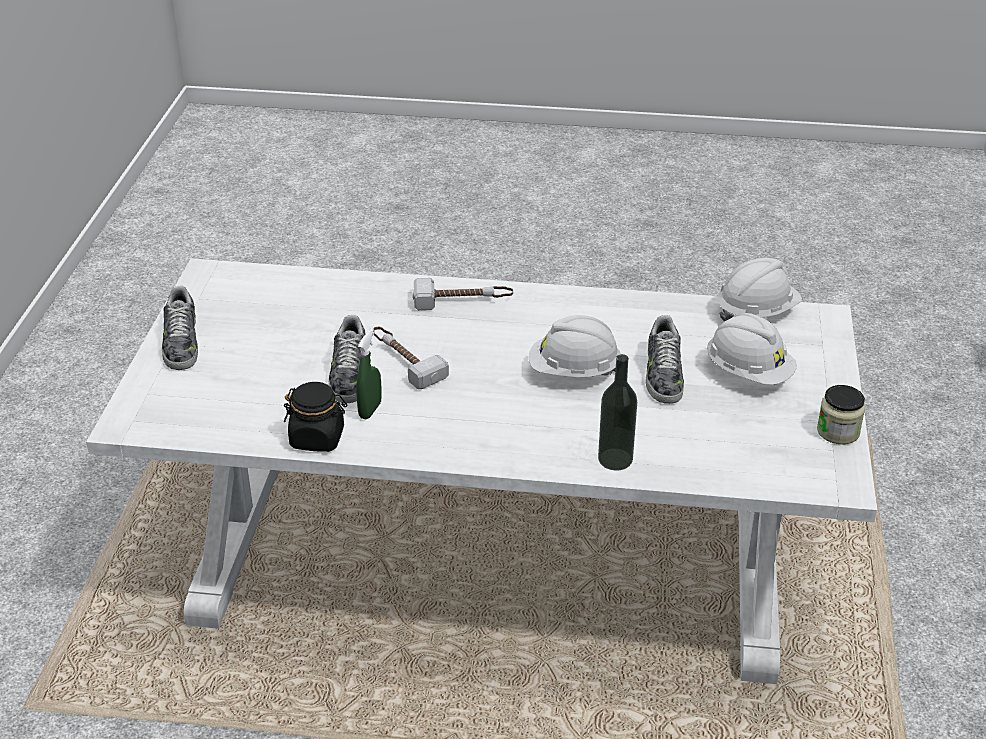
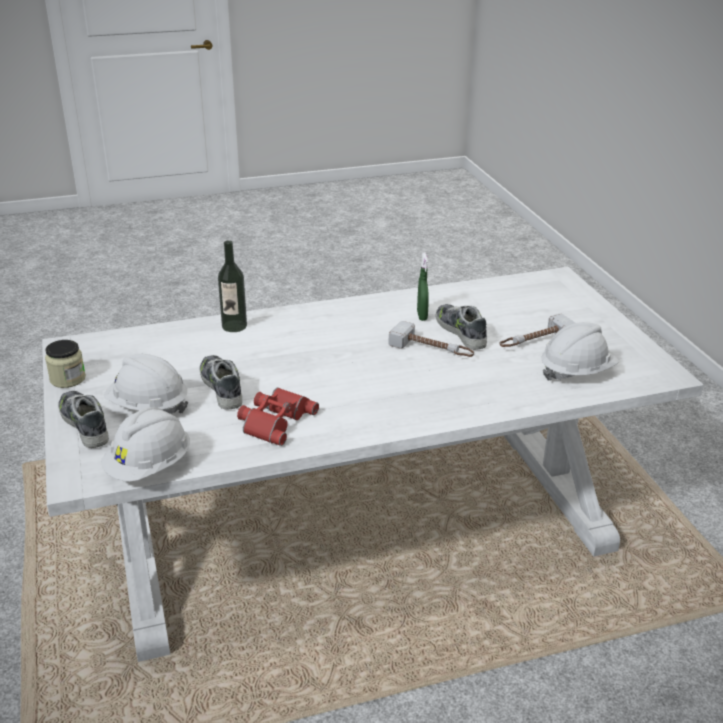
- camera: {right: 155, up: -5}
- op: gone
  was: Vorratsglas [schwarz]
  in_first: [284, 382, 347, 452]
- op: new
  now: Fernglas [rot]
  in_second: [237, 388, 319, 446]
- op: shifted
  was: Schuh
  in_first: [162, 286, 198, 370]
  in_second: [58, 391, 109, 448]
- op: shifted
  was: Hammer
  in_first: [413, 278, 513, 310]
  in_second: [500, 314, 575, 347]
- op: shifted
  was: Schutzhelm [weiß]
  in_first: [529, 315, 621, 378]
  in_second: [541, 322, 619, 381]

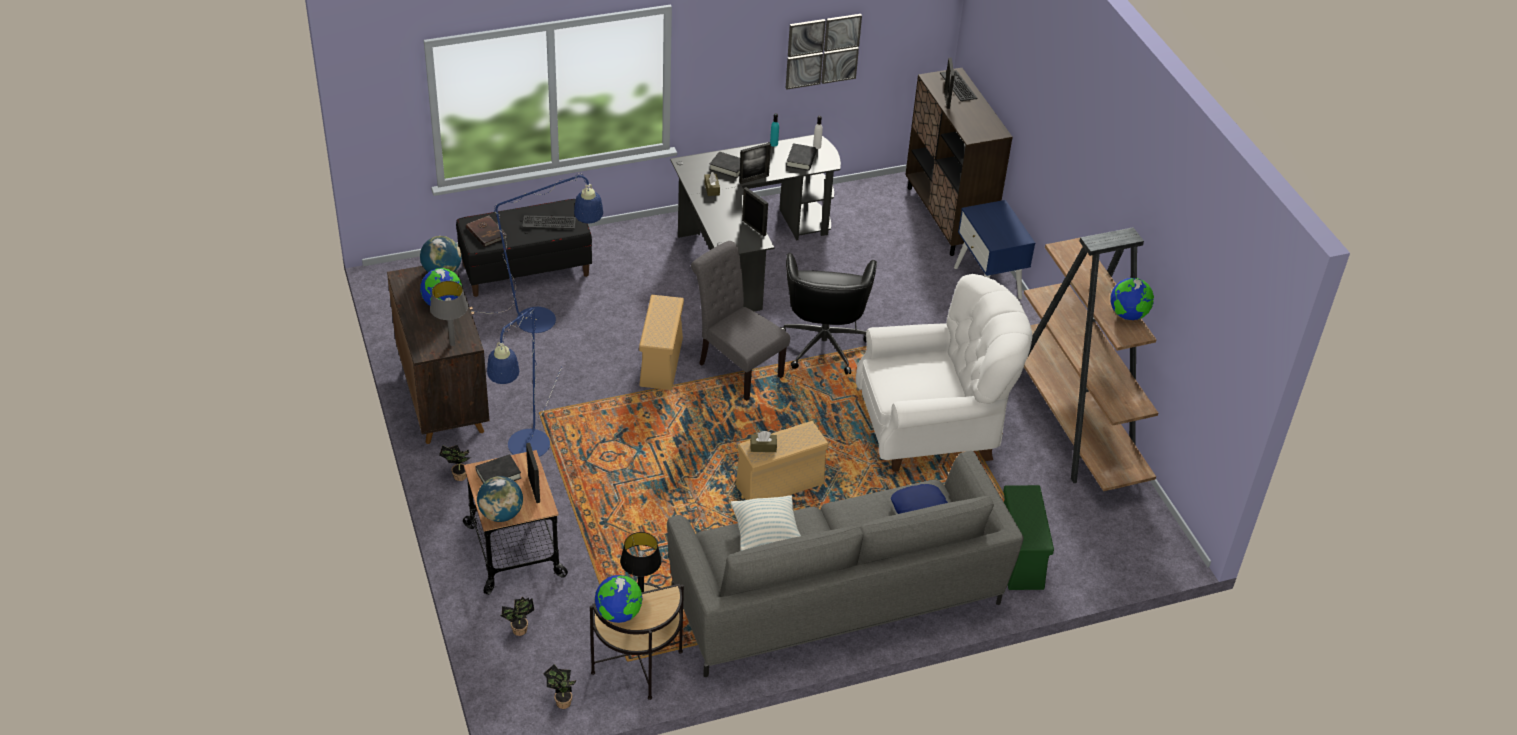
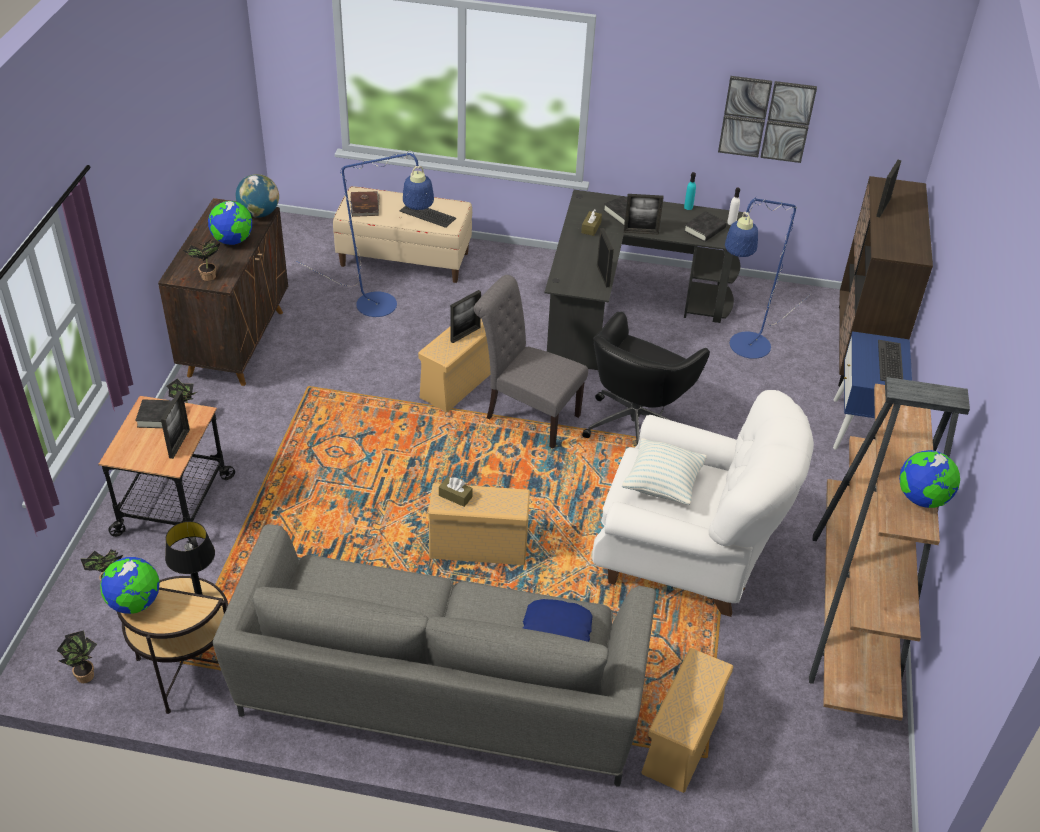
- camera: {right: 30, up: 0}
- op: gone
  was: Globus
  in_first: [477, 476, 523, 522]
- op: new
  now: Bilderrahmen
  in_second: [450, 290, 481, 343]
- op: shifted
  was: Stehlampe [blau]
  in_first: [487, 308, 562, 457]
  in_second: [725, 197, 811, 359]
- op: shifted
  was: Kissen
  in_first: [731, 495, 801, 551]
  in_second: [622, 438, 707, 505]
- op: shifted
  was: Tastatur
  in_first: [940, 70, 978, 101]
  in_second: [878, 340, 903, 381]
- op: swapped
  was: Tischlampe [grau]
  now: Topfpflanze
  in_first: [430, 281, 468, 346]
  in_second: [183, 240, 221, 281]
- op: repainted
  was: Bank [schwarz]
  now: Bank [beige]
  in_first: [456, 199, 592, 297]
  in_second: [333, 186, 472, 283]
- op: repainted
  was: Aufbewahrungsbox [grün]
  now: Aufbewahrungsbox [beige]
  in_first: [1003, 485, 1054, 590]
  in_second: [641, 648, 734, 793]
- op: rotated
  was: Stuhl [grau]
  in_first: [691, 241, 790, 401]
  in_second: [474, 275, 588, 449]
  clockwise: -45

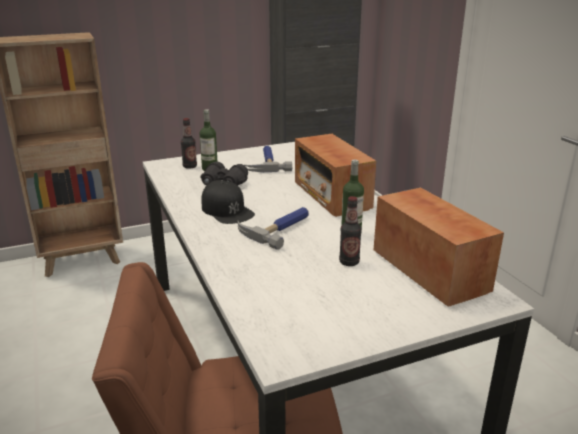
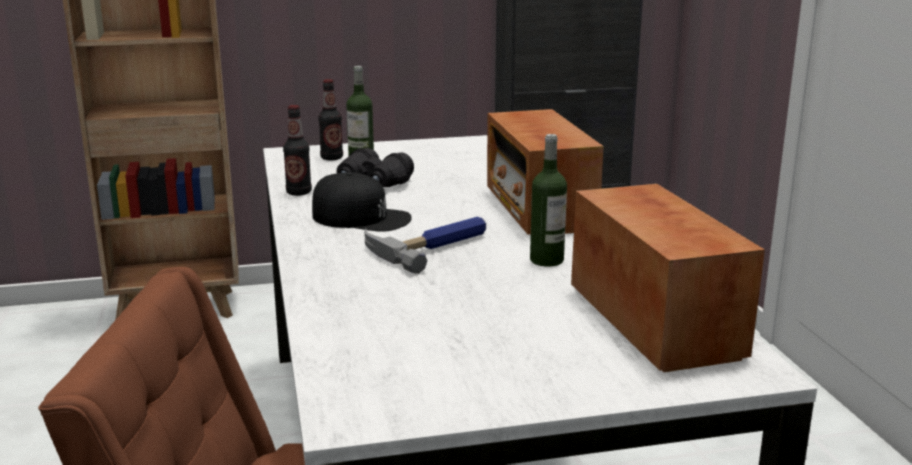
- camera: {right: 10, up: -5}
- op: gone
  was: Hammer
  in_first: [244, 146, 292, 172]
- op: shifted
  was: Flasche
  in_first: [339, 196, 362, 266]
  in_second: [283, 105, 312, 196]
- op: rotated
  was: Kappe [schwarz]
  in_first: [202, 180, 255, 224]
  in_second: [312, 172, 412, 232]
  clockwise: -45

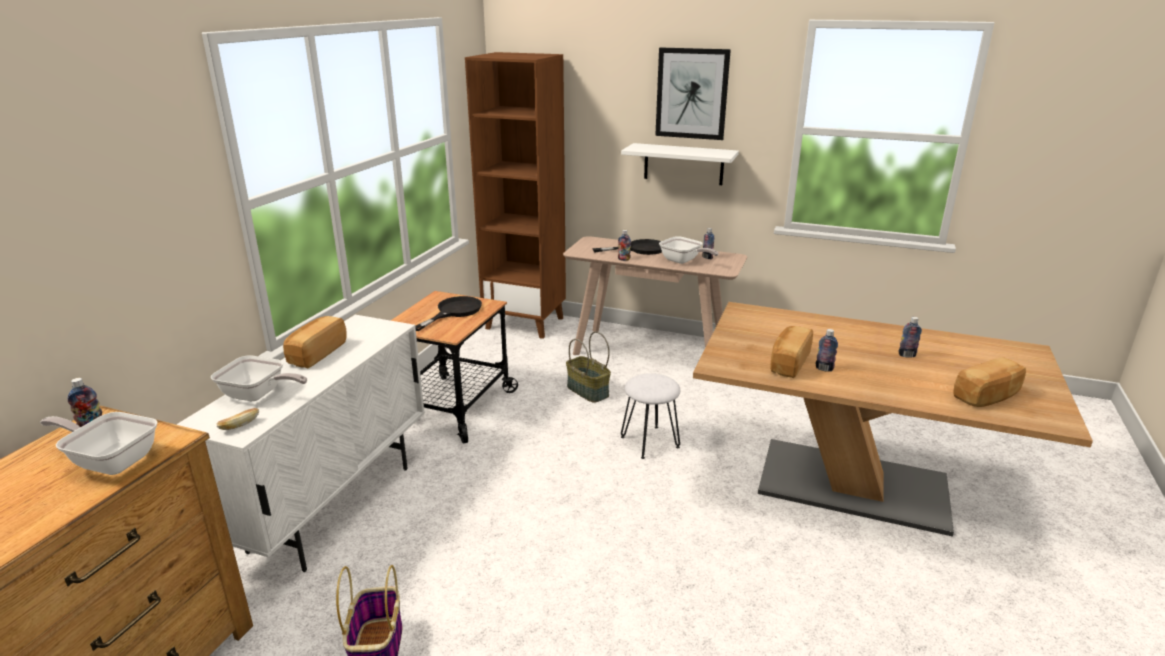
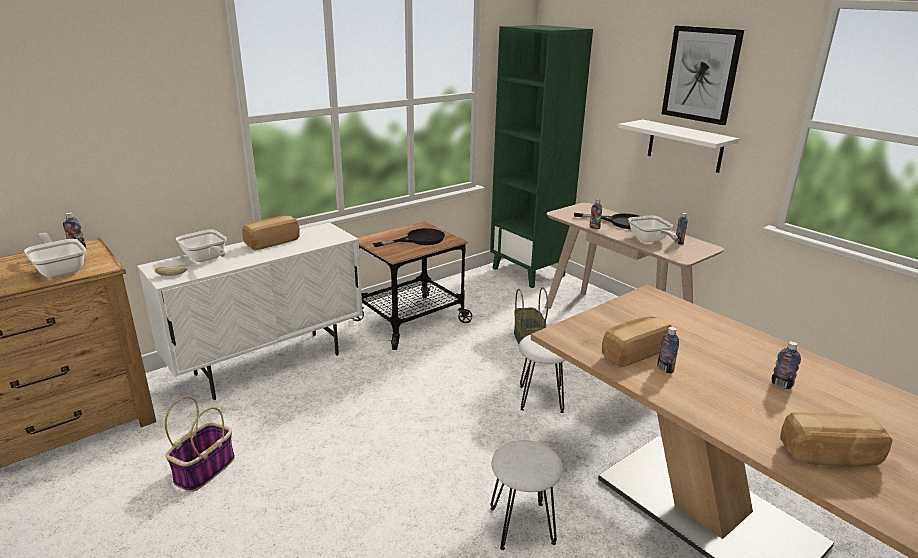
- camera: {right: 30, up: 0}
- op: new
  now: Hocker [weiß]
  in_second: [490, 440, 563, 550]
- op: repainted
  was: Bücherregal [braun]
  now: Bücherregal [grün]
  in_first: [465, 52, 566, 339]
  in_second: [490, 25, 593, 288]

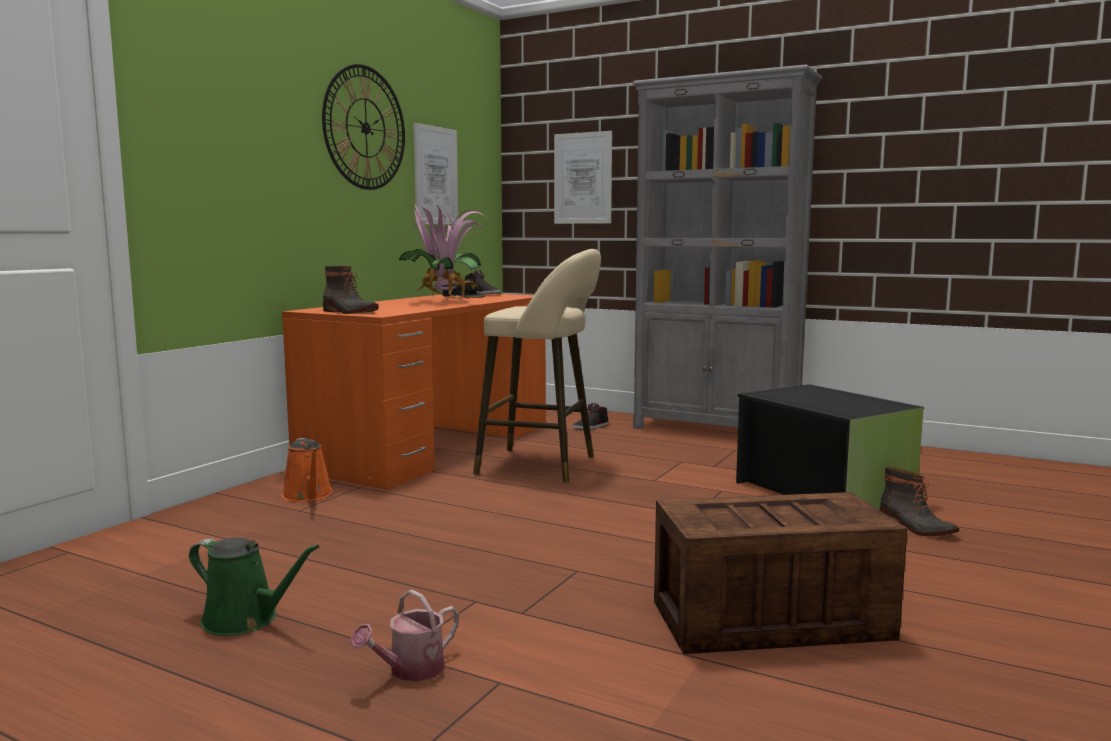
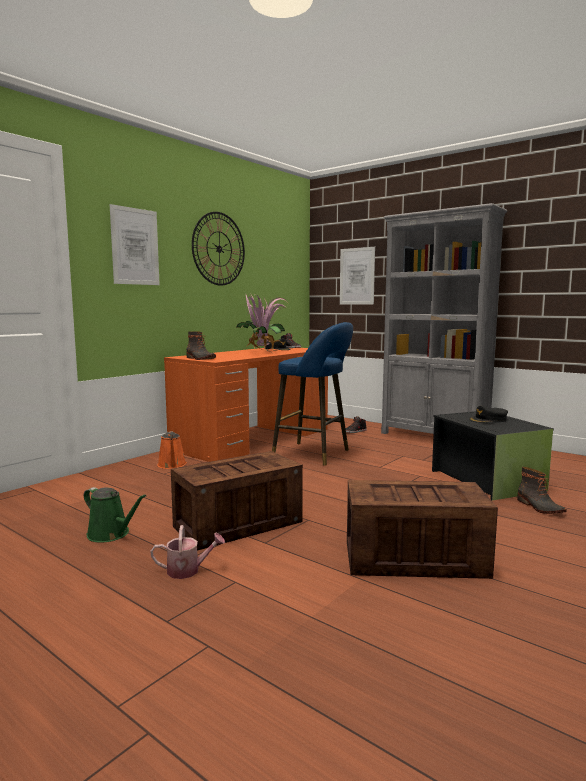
- camera: {right: 10, up: 0}
- op: new
  now: Kiste
  in_second: [171, 451, 303, 551]
- op: new
  now: Kappe [schwarz]
  in_second: [469, 405, 508, 423]
- op: shifted
  was: Bild
  in_first: [413, 123, 458, 224]
  in_second: [110, 204, 160, 285]
- op: repainted
  was: Hocker [beige]
  now: Hocker [blau]
  in_first: [473, 249, 601, 483]
  in_second: [272, 322, 353, 466]
- op: rotated
  was: Gießkanne
  in_first: [350, 590, 459, 681]
  in_second: [150, 525, 225, 579]
  clockwise: -150

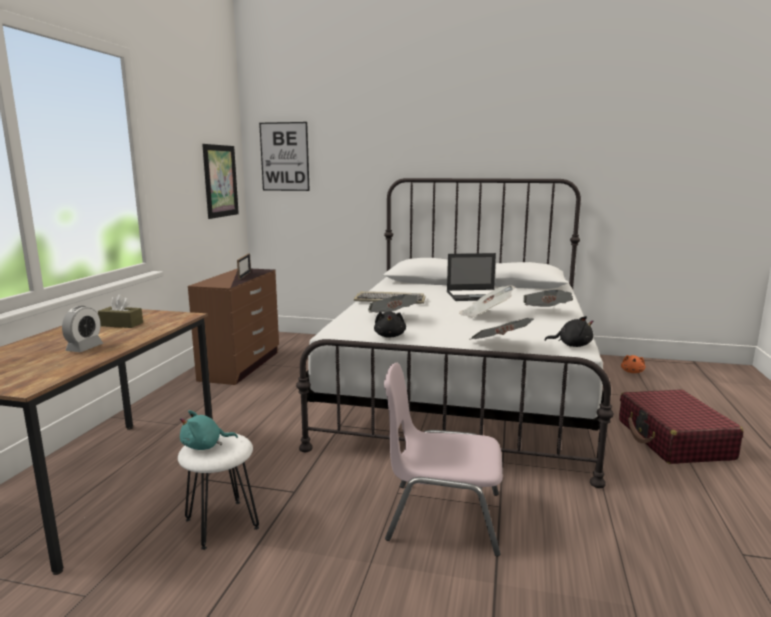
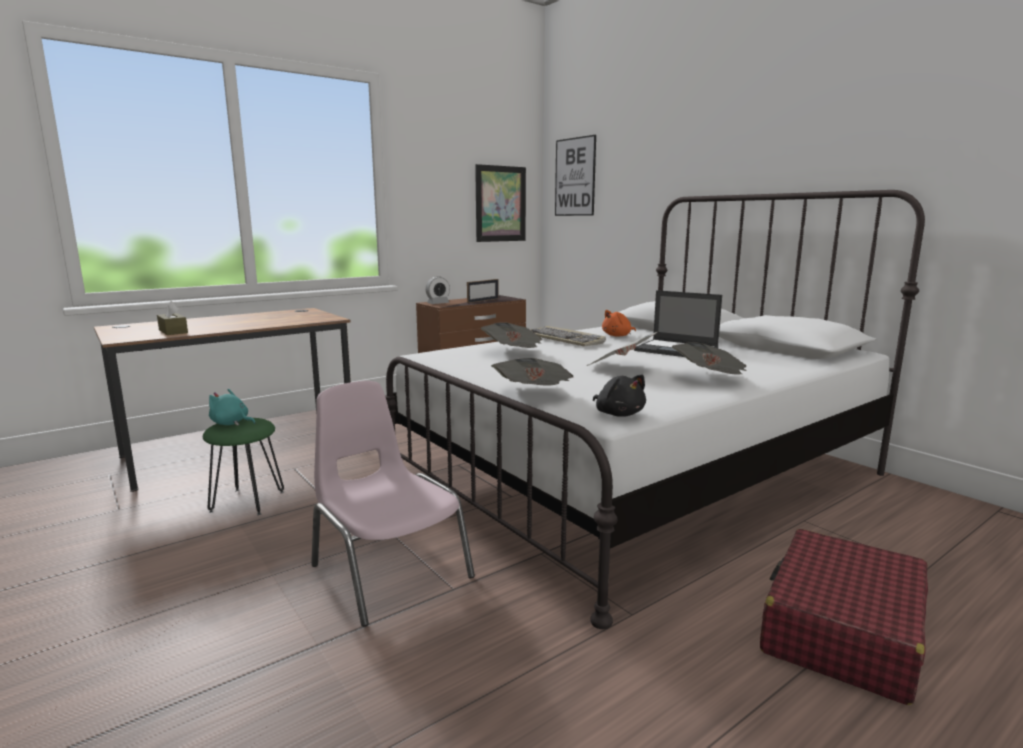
- camera: {right: 40, up: 0}
- op: gone
  was: Plüschtier [schwarz]
  in_first: [374, 311, 406, 338]
- op: shifted
  was: Wecker
  in_first: [62, 306, 103, 352]
  in_second: [426, 276, 450, 304]
- op: shifted
  was: Taschentuchbox [braun]
  in_first: [98, 295, 143, 328]
  in_second: [157, 301, 188, 335]
- op: shifted
  was: Plüschtier [orange]
  in_first: [621, 355, 645, 373]
  in_second: [602, 310, 636, 336]
- op: repainted
  was: Hocker [weiß]
  now: Hocker [grün]
  in_first: [178, 432, 259, 550]
  in_second: [203, 418, 284, 515]

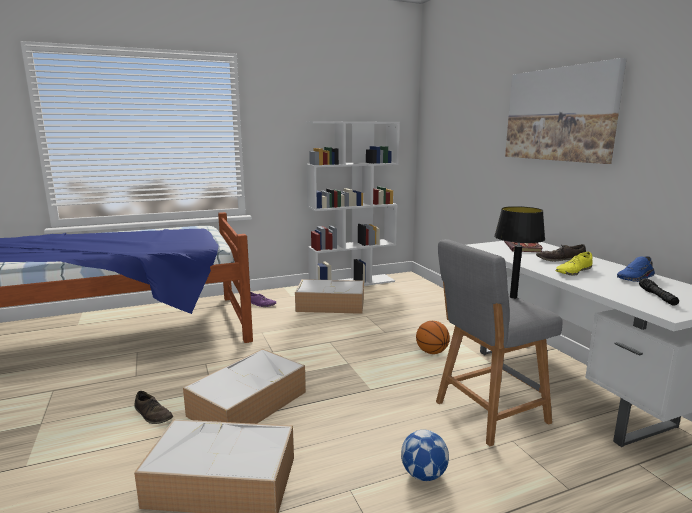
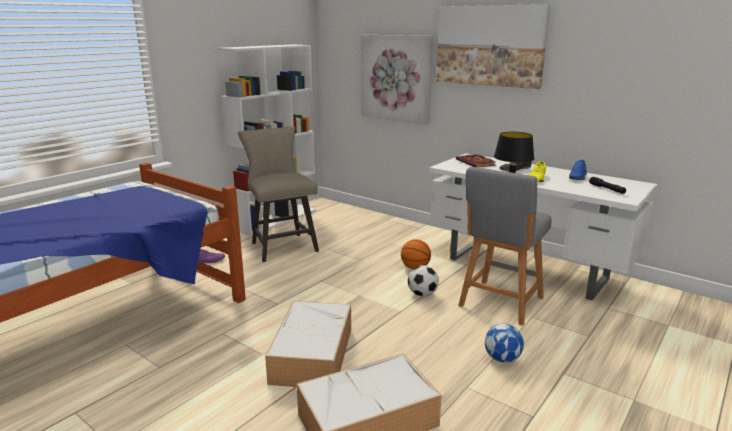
- camera: {right: -30, up: 5}
- op: gone
  was: Schuh [braun]
  in_first: [135, 391, 173, 424]
- op: new
  now: Bild
  in_second: [361, 35, 433, 125]
- op: new
  now: Fußball
  in_second: [408, 265, 439, 296]
- op: swapped
  was: Aufbewahrungsbox
  now: Hocker [beige]
  in_first: [295, 279, 364, 314]
  in_second: [238, 126, 319, 262]

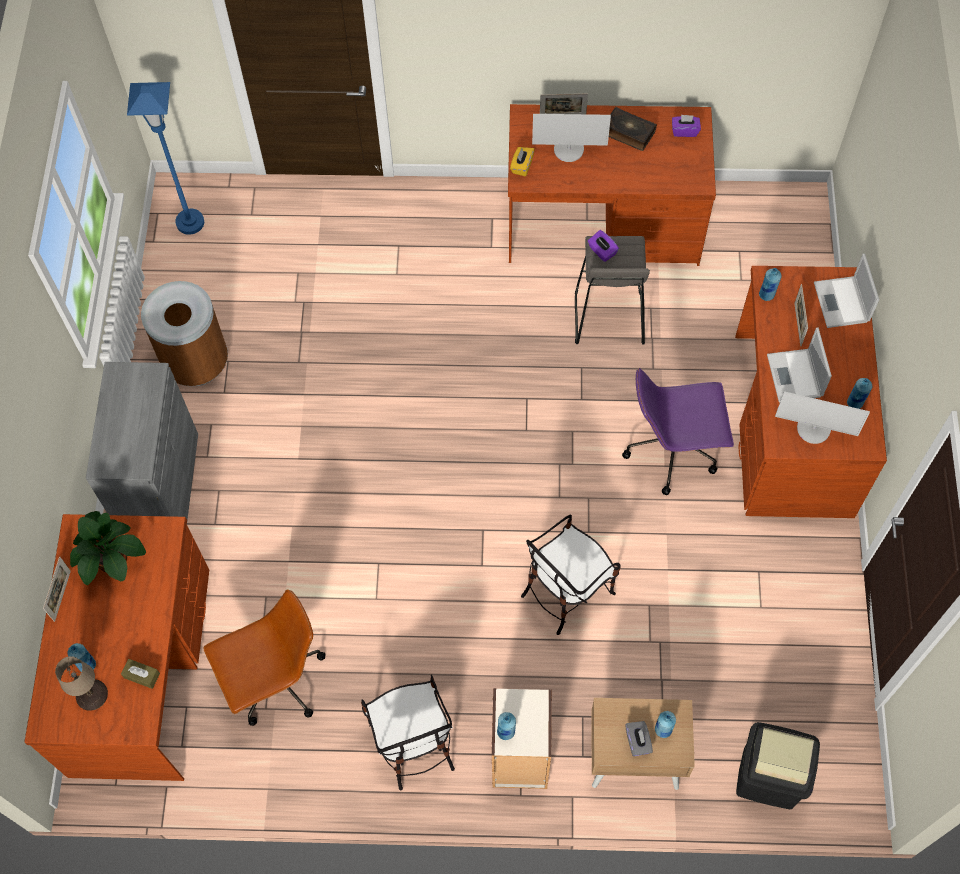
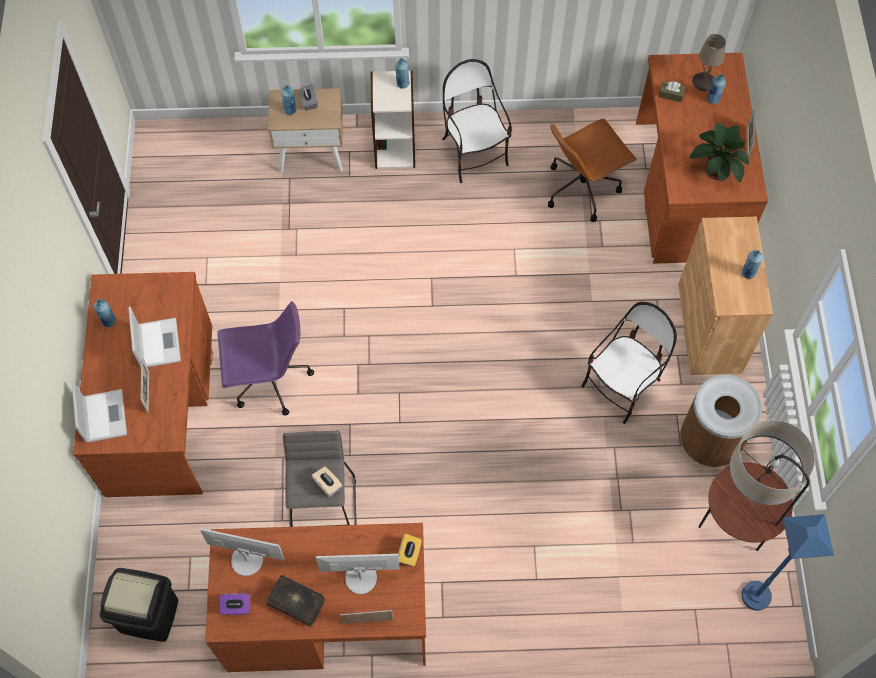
- camera: {right: 175, up: 0}
- op: new
  now: Stehlampe
  in_second: [698, 420, 815, 551]
- op: shifted
  was: Stuhl
  in_first: [521, 515, 621, 635]
  in_second: [581, 302, 677, 424]
- op: shifted
  was: Mülleimer [schwarz]
  in_first: [736, 722, 820, 809]
  in_second: [100, 568, 178, 642]
- op: shifted
  was: Flasche [blau]
  in_first: [759, 268, 781, 301]
  in_second: [742, 250, 763, 279]
- op: shifted
  was: Monitor
  in_first: [775, 391, 870, 444]
  in_second: [200, 528, 284, 576]
- op: repainted
  was: Schrank [grau]
  now: Schrank [braun]
  in_first: [86, 362, 198, 519]
  in_second: [679, 217, 773, 375]
- op: repainted
  was: Taschentuchbox [lila]
  now: Taschentuchbox [beige]
  in_first: [588, 230, 619, 262]
  in_second: [312, 466, 342, 497]

